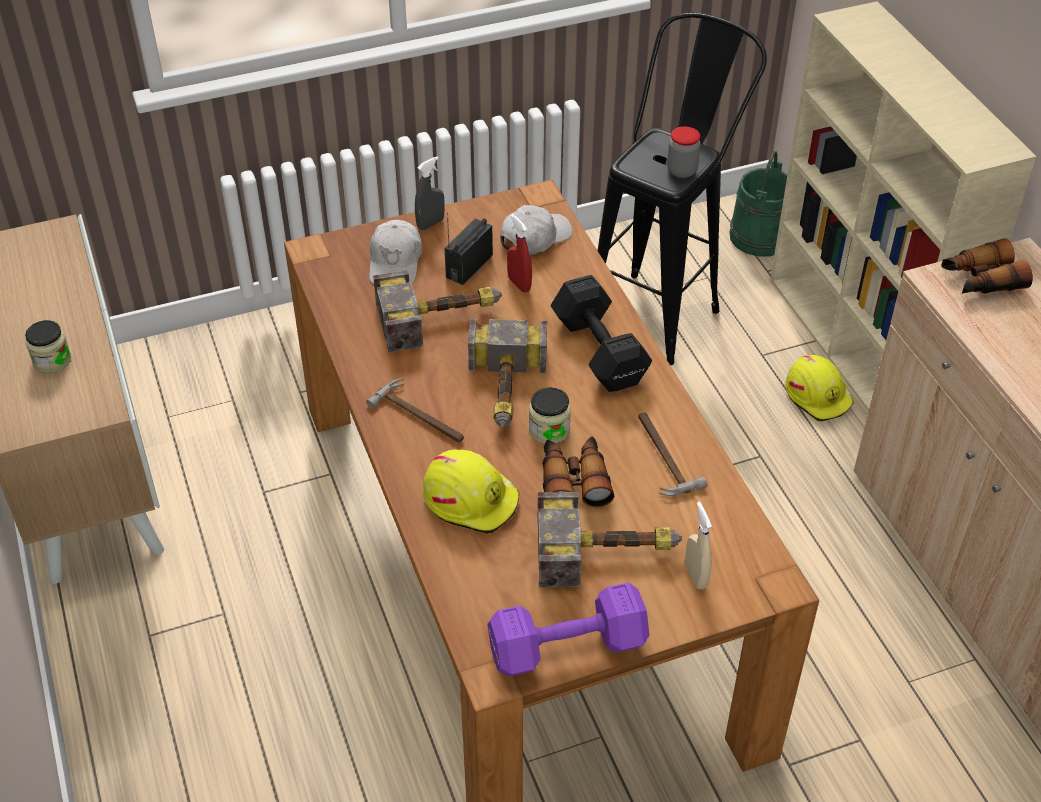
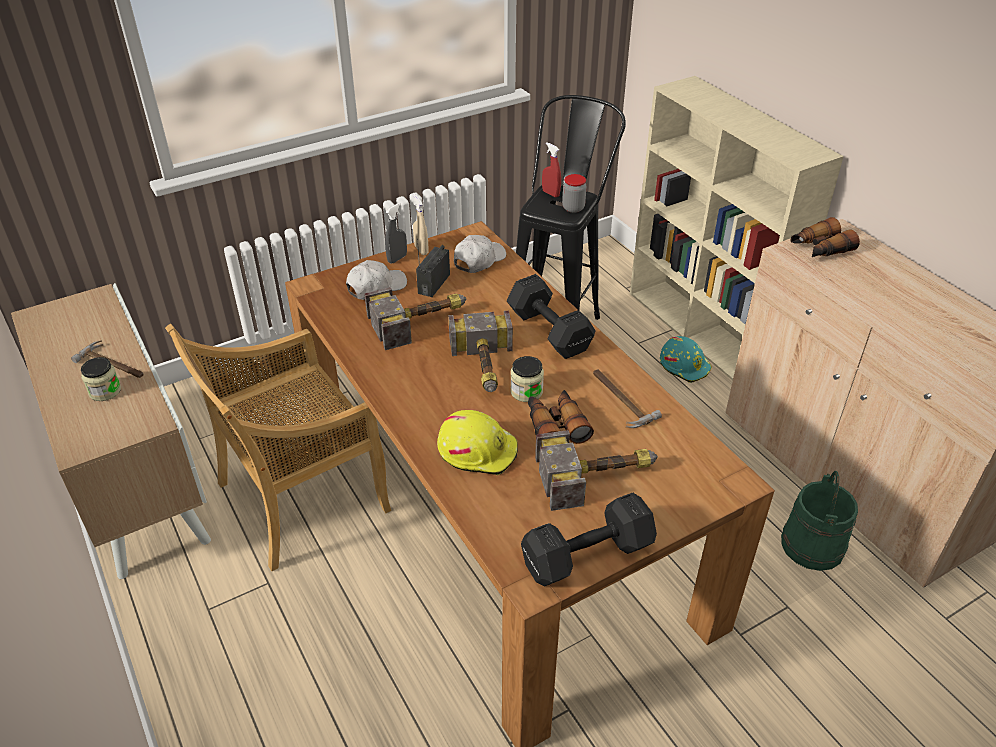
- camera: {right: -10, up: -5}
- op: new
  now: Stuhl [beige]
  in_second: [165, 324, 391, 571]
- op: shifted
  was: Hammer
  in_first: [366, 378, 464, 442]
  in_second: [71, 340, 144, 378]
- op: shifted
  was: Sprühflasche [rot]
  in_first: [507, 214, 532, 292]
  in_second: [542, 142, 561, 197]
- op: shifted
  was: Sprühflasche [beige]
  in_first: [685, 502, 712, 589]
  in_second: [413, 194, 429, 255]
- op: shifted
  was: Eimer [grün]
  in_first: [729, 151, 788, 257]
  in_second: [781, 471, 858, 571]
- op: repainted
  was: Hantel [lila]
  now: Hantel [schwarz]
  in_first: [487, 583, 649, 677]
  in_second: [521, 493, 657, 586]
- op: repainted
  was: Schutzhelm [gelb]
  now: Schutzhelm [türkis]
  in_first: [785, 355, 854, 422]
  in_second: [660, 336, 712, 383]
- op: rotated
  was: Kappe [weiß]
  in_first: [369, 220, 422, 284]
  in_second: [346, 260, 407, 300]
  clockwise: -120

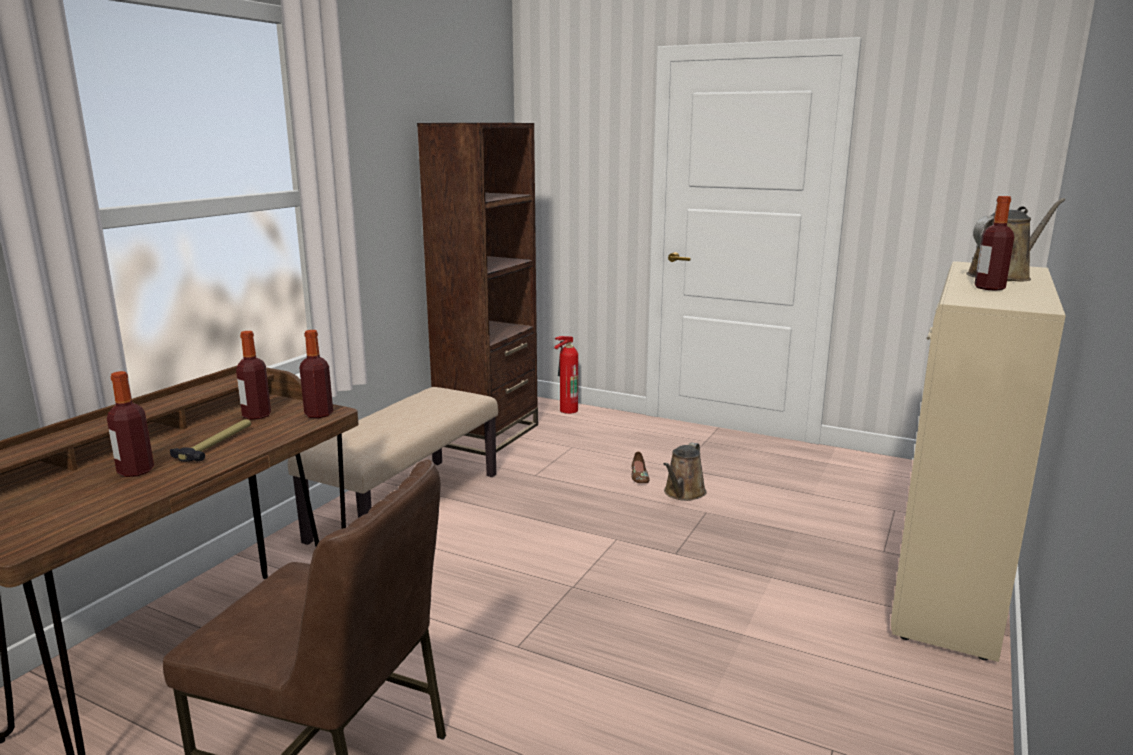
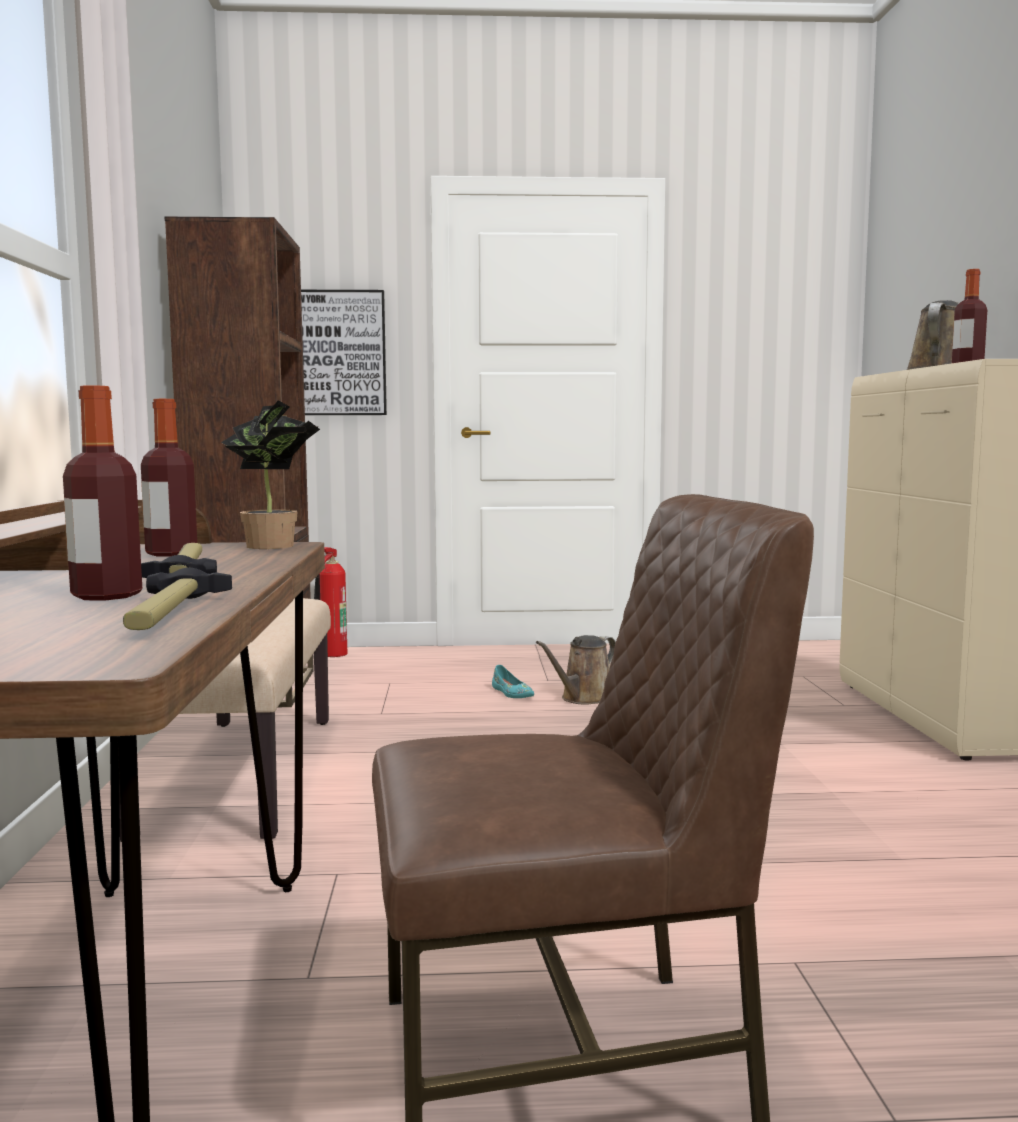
- camera: {right: -30, up: -10}
- op: new
  now: Hammer
  in_second: [123, 568, 232, 630]
- op: new
  now: Bild
  in_second: [301, 290, 387, 415]
- op: swapped
  was: Flasche
  now: Topfpflanze
  in_first: [299, 330, 333, 418]
  in_second: [221, 401, 320, 549]
- op: repainted
  was: Schuh [braun]
  now: Schuh [türkis]
  in_first: [631, 452, 650, 483]
  in_second: [492, 665, 534, 698]
- op: rotated
  was: Gießkanne [braun]
  in_first: [663, 442, 707, 501]
  in_second: [536, 635, 616, 705]
  clockwise: 45

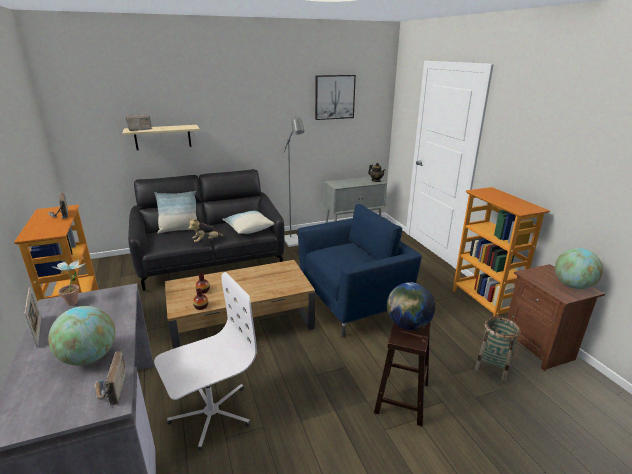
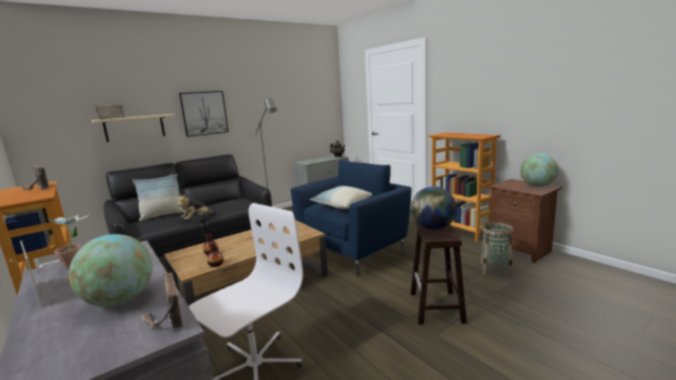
- camera: {right: -15, up: -10}
- op: shifted
  was: Kissen
  in_first: [222, 211, 274, 234]
  in_second: [310, 186, 372, 209]
- op: shifted
  was: Bild
  in_first: [315, 75, 356, 120]
  in_second: [179, 91, 229, 137]

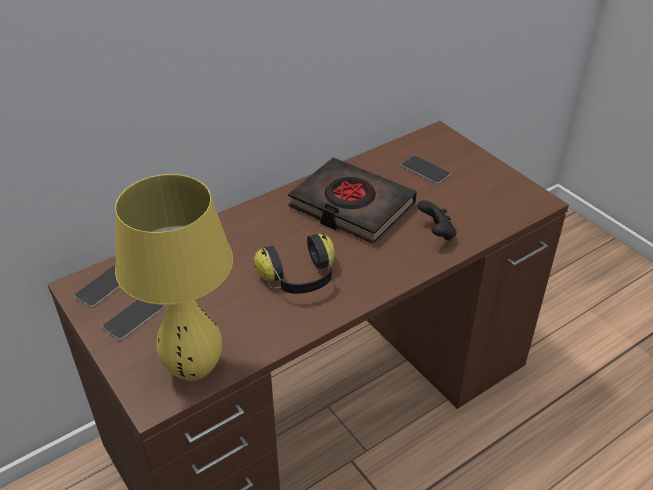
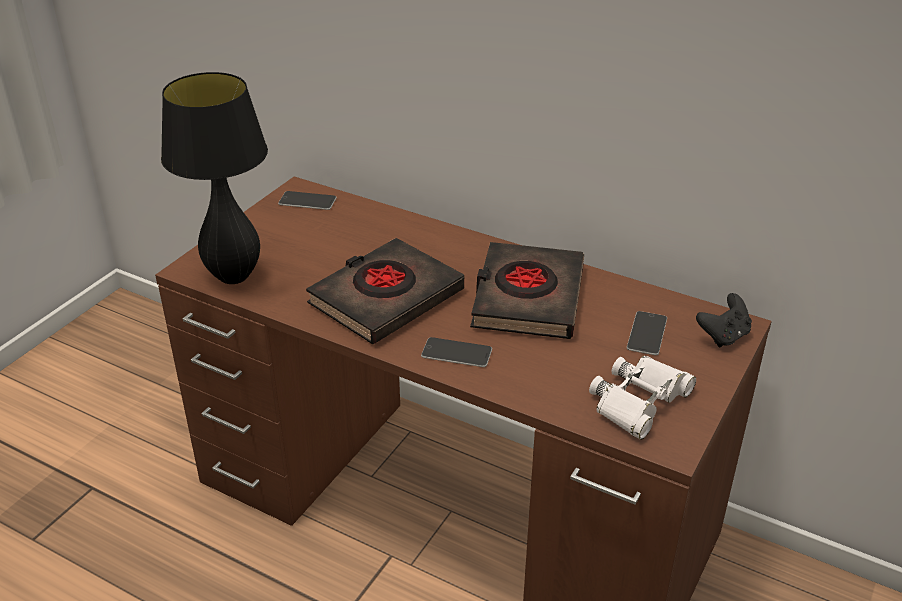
- camera: {right: 65, up: -5}
- op: new
  now: Fernglas [weiß]
  in_second: [589, 356, 696, 440]
- op: shifted
  was: Handy
  in_first: [102, 300, 165, 340]
  in_second: [421, 337, 492, 367]
- op: shifted
  was: Gamepad [schwarz]
  in_first: [417, 200, 457, 241]
  in_second: [696, 293, 752, 348]
- op: swapped
  was: Kopfhörer
  now: Buch [schwarz]
  in_first: [254, 233, 334, 294]
  in_second: [306, 238, 464, 344]
- op: repainted
  was: Tischlampe [gelb]
  now: Tischlampe [schwarz]
  in_first: [115, 174, 233, 381]
  in_second: [161, 72, 268, 284]

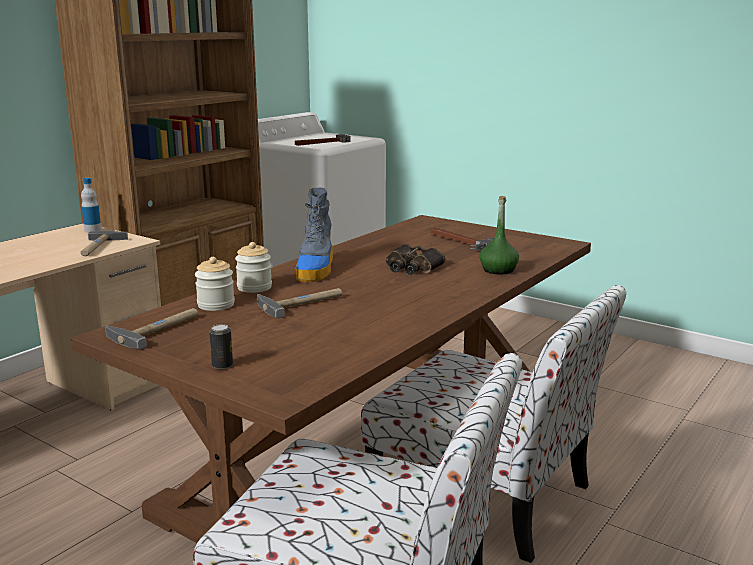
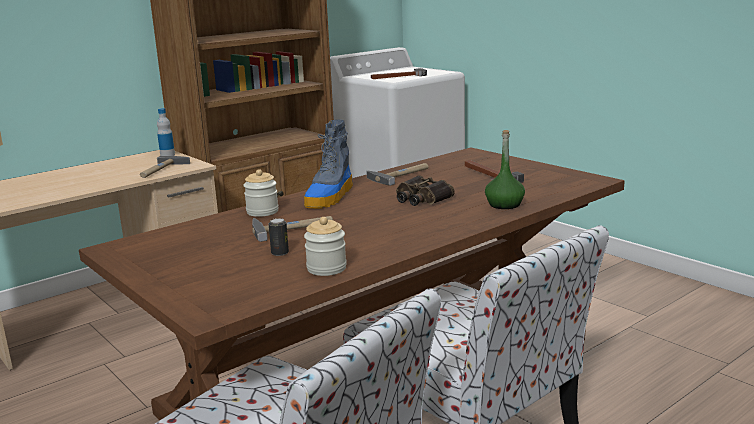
- camera: {right: 15, up: 0}
- op: shifted
  was: Hammer
  in_first: [105, 308, 198, 350]
  in_second: [366, 163, 429, 186]
- op: shifted
  was: Vorratsglas
  in_first: [195, 257, 235, 311]
  in_second: [304, 217, 347, 276]
- op: shifted
  was: Dose
  in_first: [209, 324, 233, 369]
  in_second: [269, 218, 289, 256]

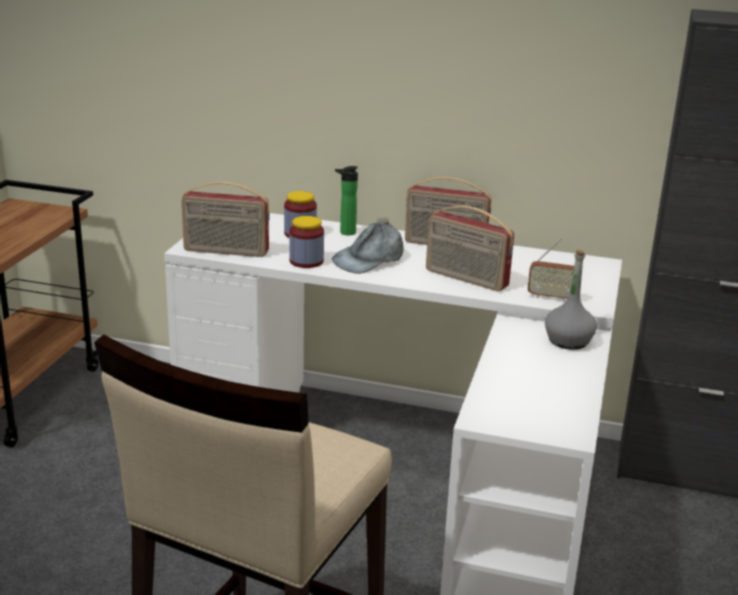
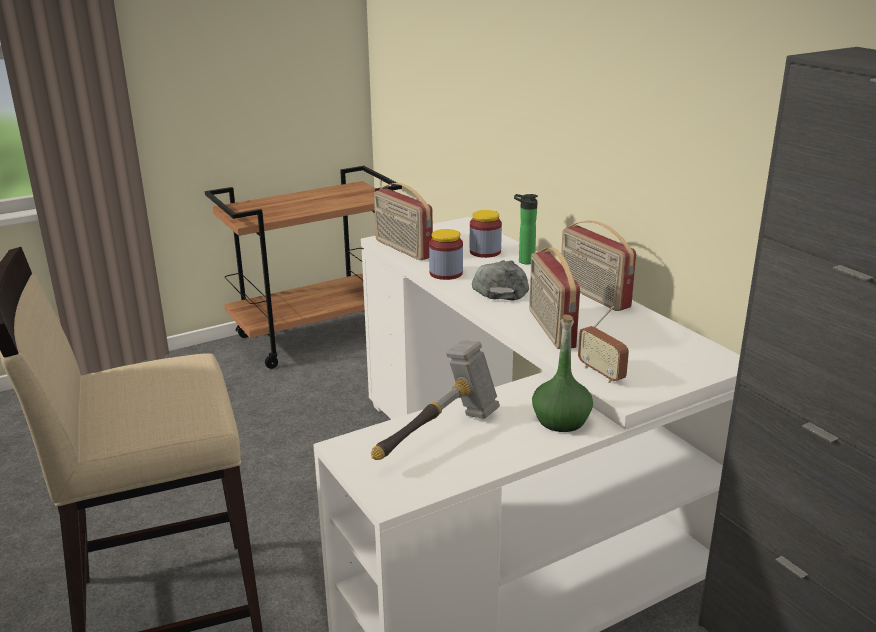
- camera: {right: 45, up: 0}
- op: new
  now: Hammer
  in_second: [371, 340, 500, 460]
- op: repainted
  was: Flasche [grau]
  now: Flasche [grün]
  in_first: [545, 249, 597, 350]
  in_second: [532, 314, 593, 432]
- op: rotated
  was: Kappe [grau]
  in_first: [332, 222, 404, 274]
  in_second: [472, 260, 529, 301]
  clockwise: 90

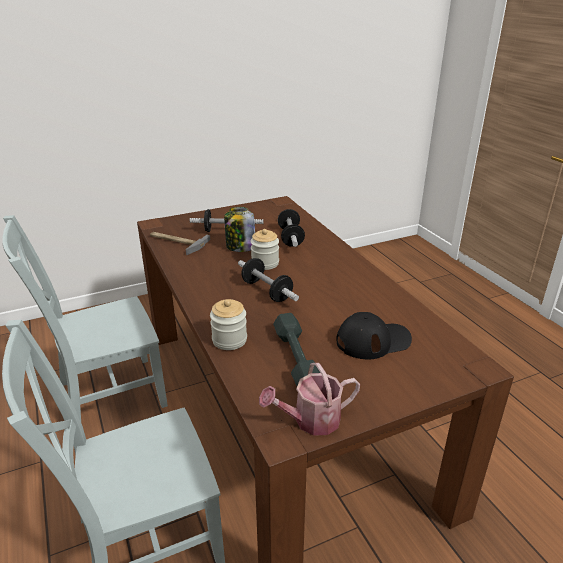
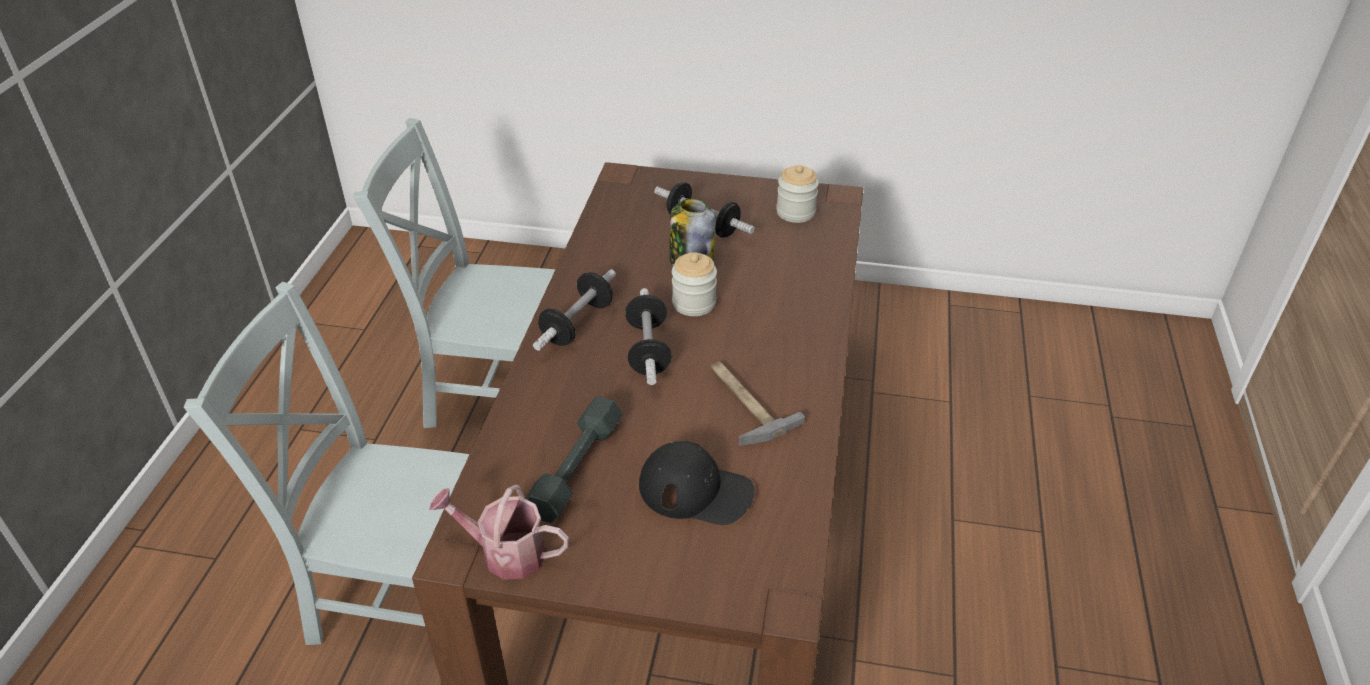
- camera: {right: 35, up: 10}
- op: shifted
  was: Hammer
  in_first: [150, 232, 210, 255]
  in_second: [711, 361, 805, 446]
- op: shifted
  was: Vorratsglas
  in_first: [210, 299, 247, 350]
  in_second: [776, 165, 819, 223]
- op: shifted
  was: Hantel
  in_first: [278, 209, 305, 247]
  in_second: [533, 269, 616, 351]

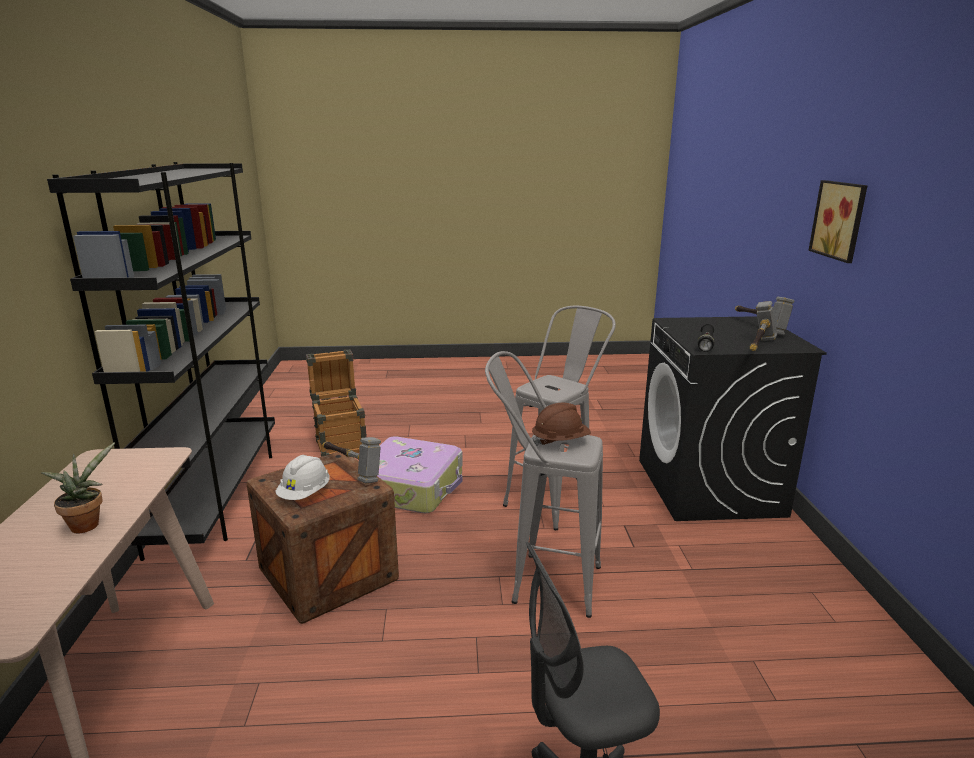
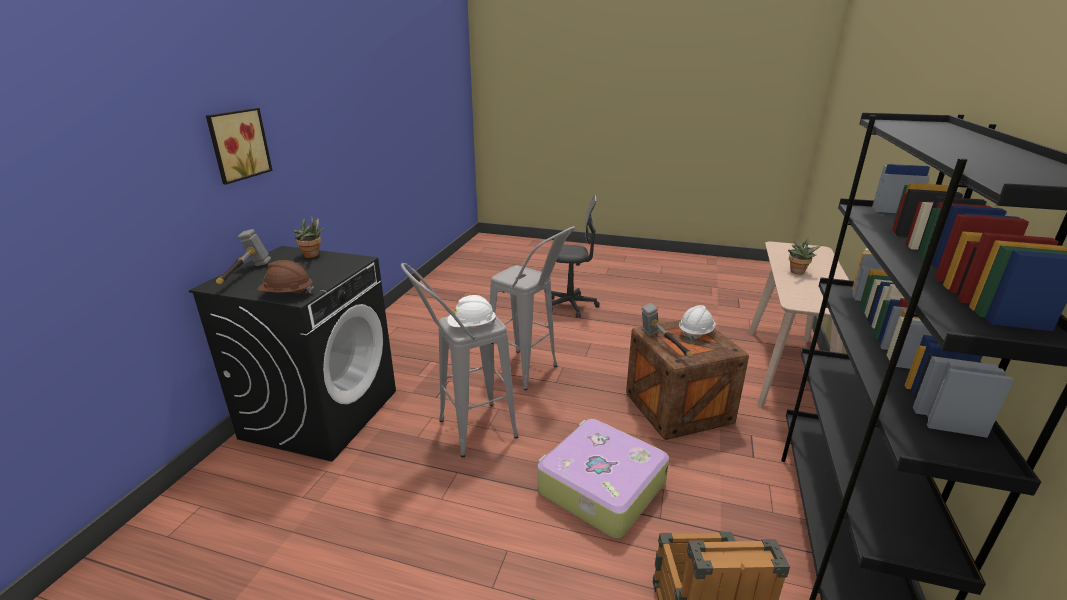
- camera: {right: -160, up: 5}
- op: gone
  was: Taschenlampe [schwarz]
  in_first: [698, 324, 714, 352]
- op: new
  now: Schutzhelm [weiß]
  in_second: [447, 295, 496, 327]
- op: shifted
  was: Schutzhelm [braun]
  in_first: [532, 403, 591, 446]
  in_second: [257, 260, 314, 294]
- op: swapped
  was: Hammer
  now: Topfpflanze
  in_first: [750, 301, 777, 351]
  in_second: [293, 215, 324, 258]

